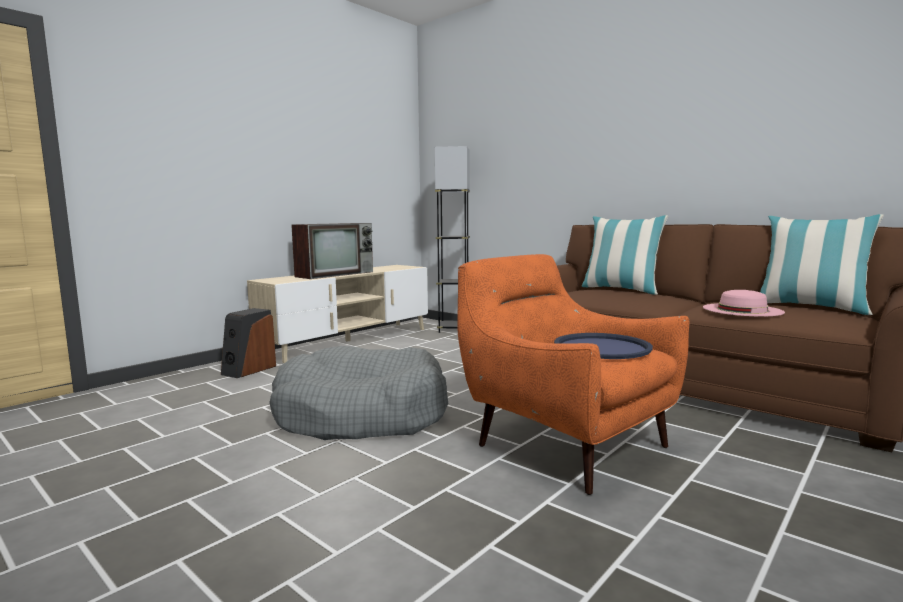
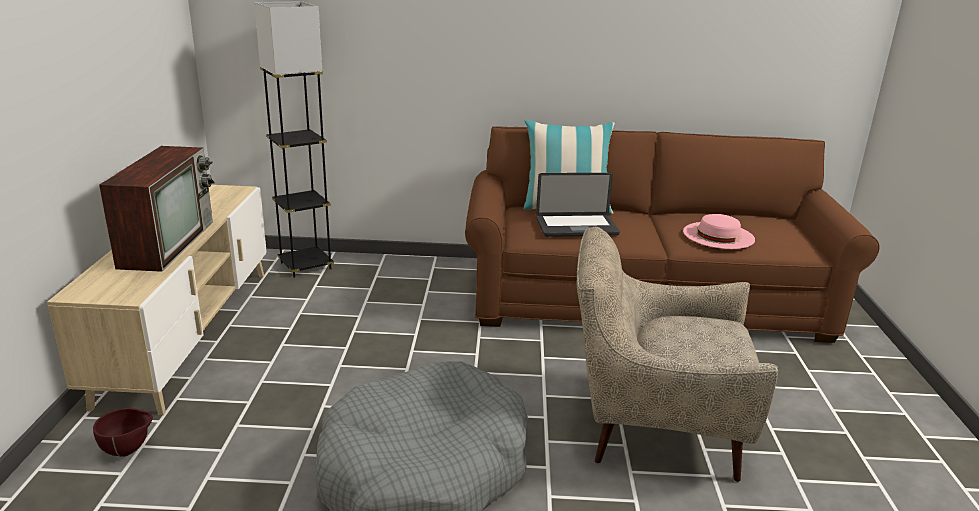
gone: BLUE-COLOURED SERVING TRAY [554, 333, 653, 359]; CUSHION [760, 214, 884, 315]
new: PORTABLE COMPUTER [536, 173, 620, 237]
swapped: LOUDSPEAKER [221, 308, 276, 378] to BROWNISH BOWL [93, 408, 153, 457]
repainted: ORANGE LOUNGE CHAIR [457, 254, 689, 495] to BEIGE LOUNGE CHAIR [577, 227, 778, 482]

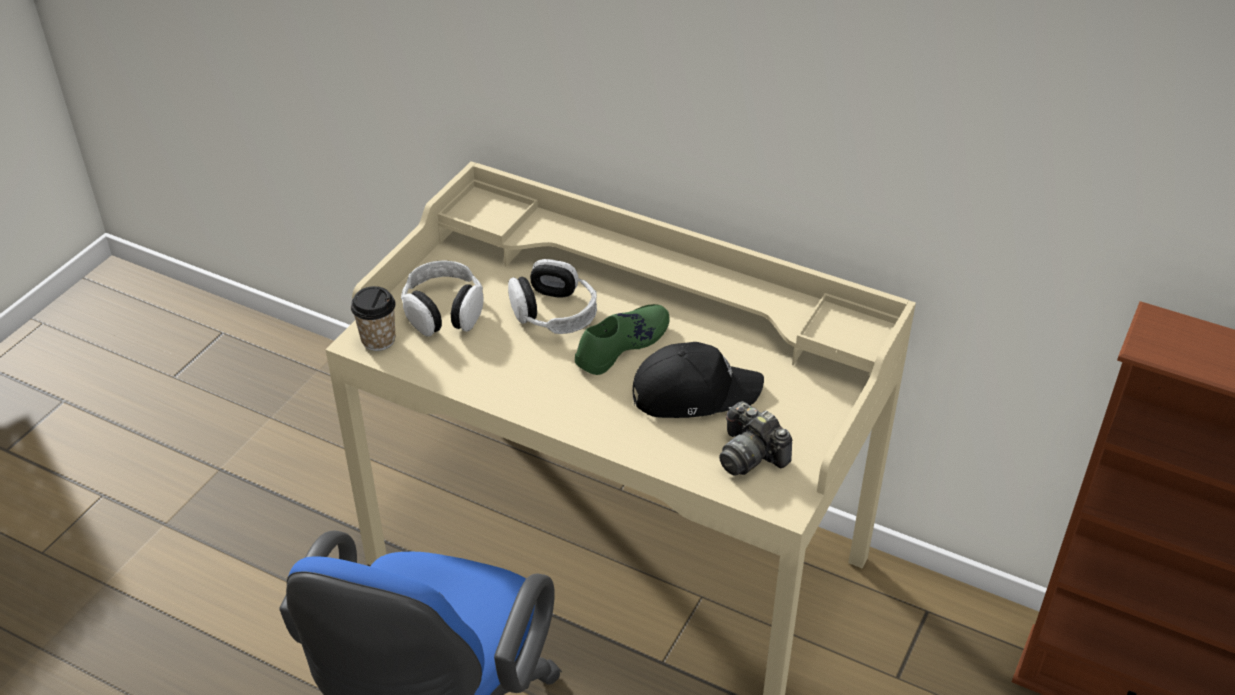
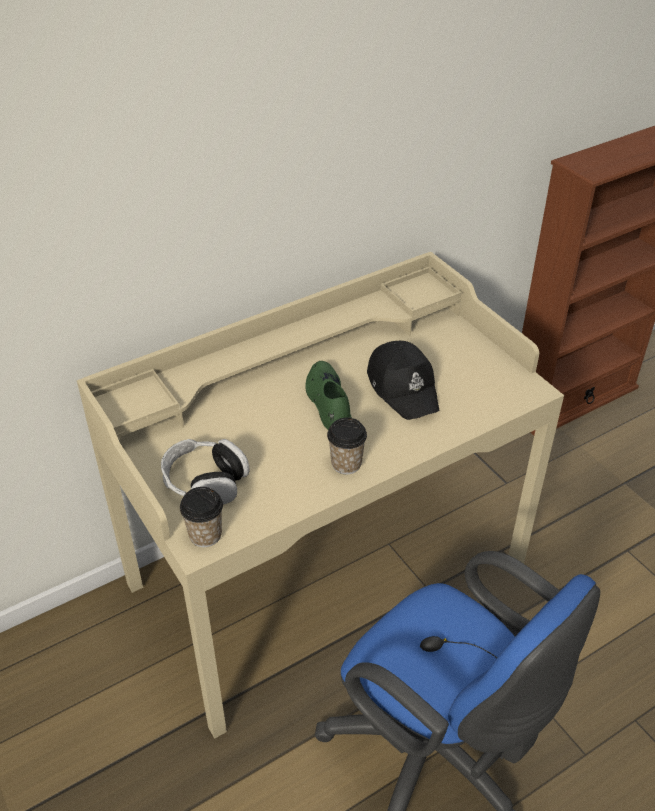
gone: HEADPHONES [508, 259, 597, 334]; STILL CAMERA [719, 401, 792, 476]
new: DRINKING CUP [327, 418, 367, 474]
rotated: BLACKISH CAP [633, 342, 764, 418] = [367, 341, 439, 420] 135 degrees clockwise

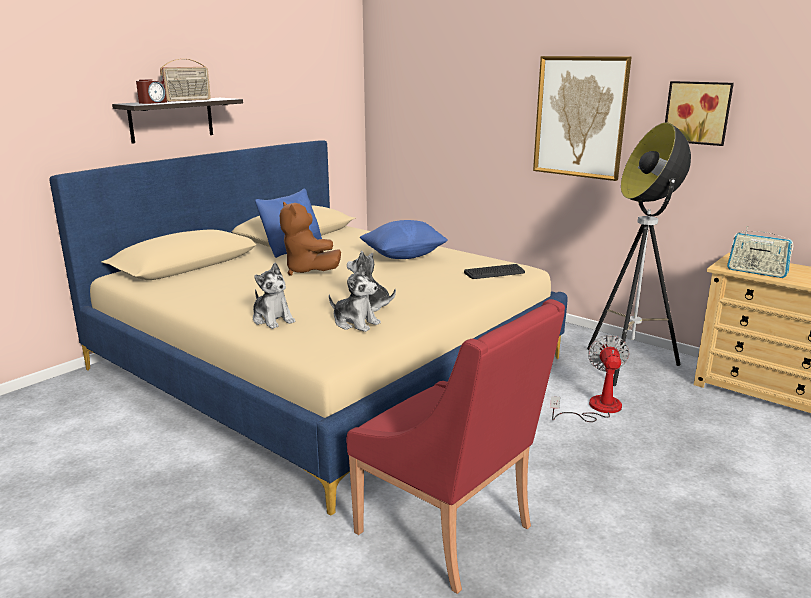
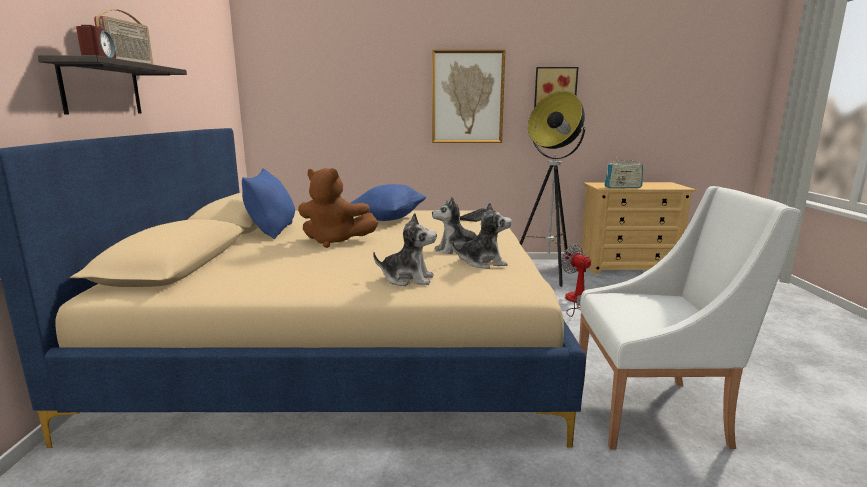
repainted: RED LOUNGE CHAIR [346, 299, 565, 594] to WHITE LOUNGE CHAIR [579, 186, 801, 450]

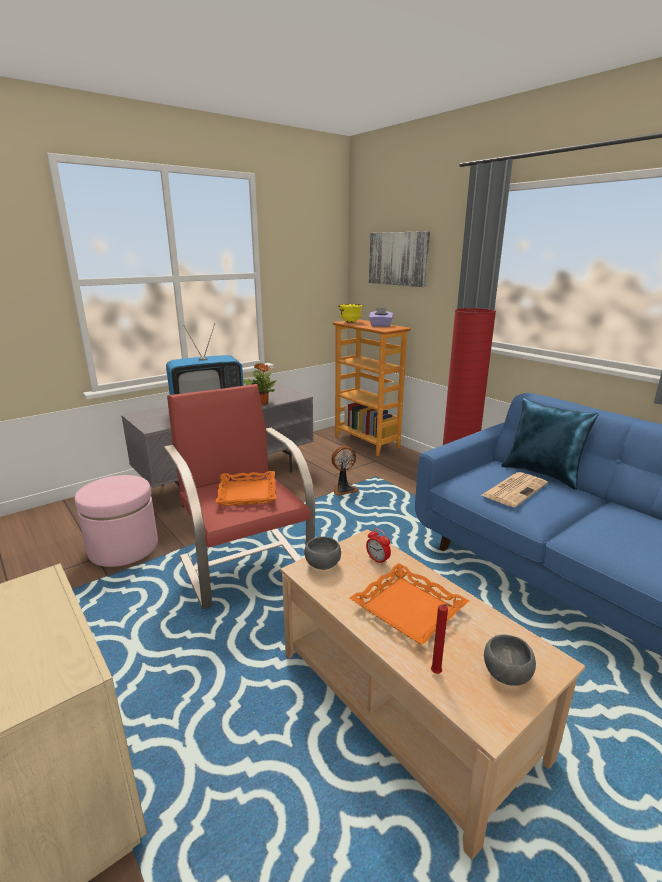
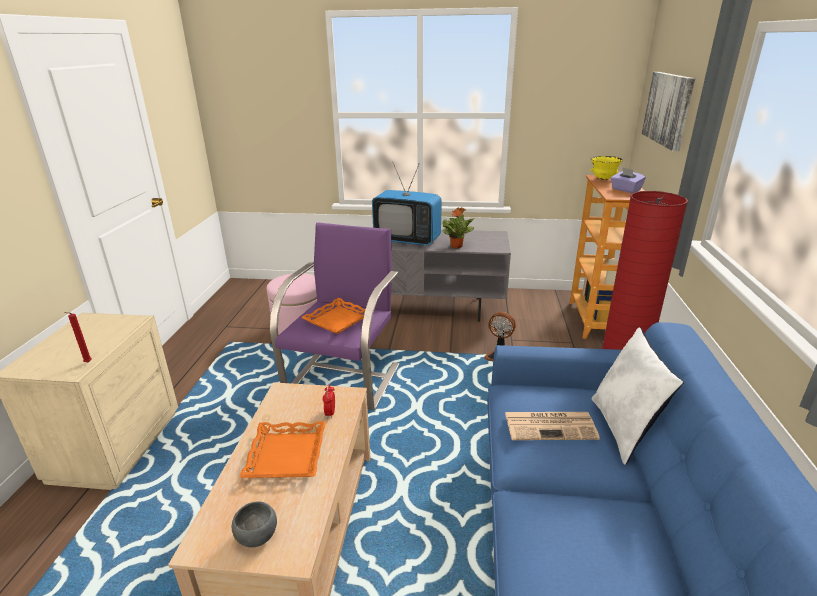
gone: GRAY BOWL [304, 537, 341, 570]
shifted: RED WAX CANDLE [431, 604, 451, 674] to [64, 312, 92, 363]
repainted: RED LOUNGE CHAIR [164, 384, 315, 609] to PURPLE LOUNGE CHAIR [270, 223, 399, 410]; BLUE-COLOURED CUSHION [501, 398, 599, 490] to WHITE CUSHION [592, 327, 684, 465]

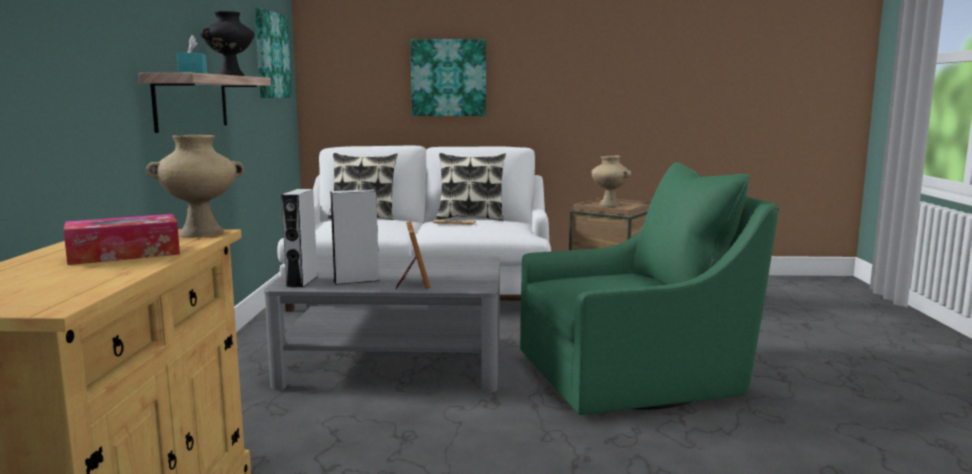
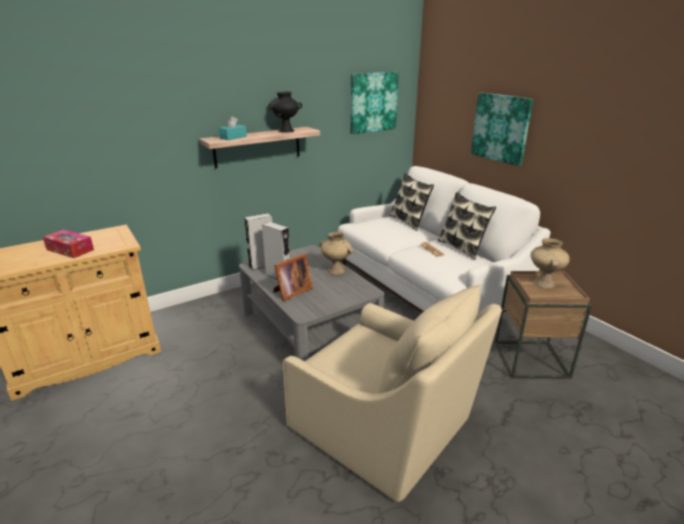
shifted: BEIGE FLOWER VASE [146, 135, 244, 238] to [319, 232, 353, 275]
repainted: GREEN LOUNGE CHAIR [520, 162, 779, 415] to BEIGE LOUNGE CHAIR [283, 285, 502, 502]

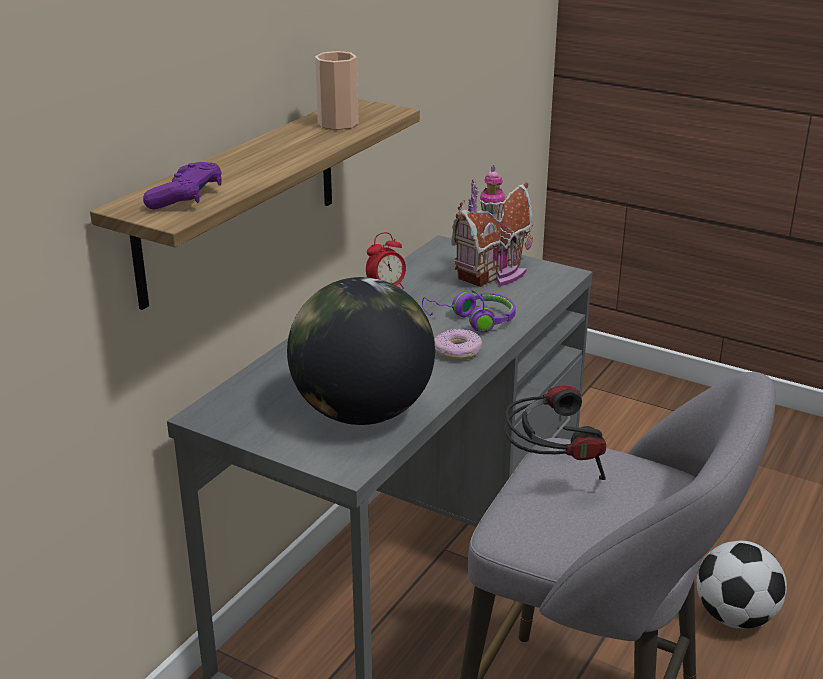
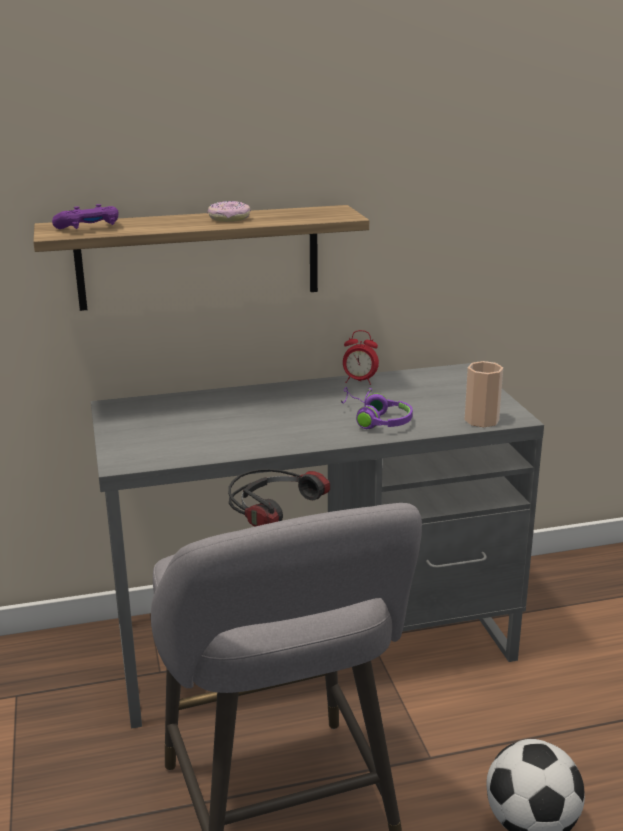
gone: GLOBE [287, 277, 435, 425]; TOY HOUSE [451, 164, 533, 287]
shifted: DRINKING CUP [315, 51, 359, 130] to [464, 361, 503, 427]; DONUT [434, 329, 482, 360] to [207, 201, 251, 222]

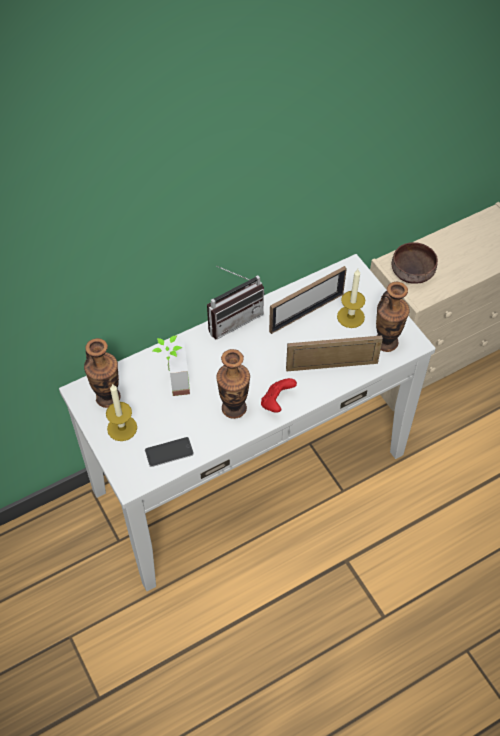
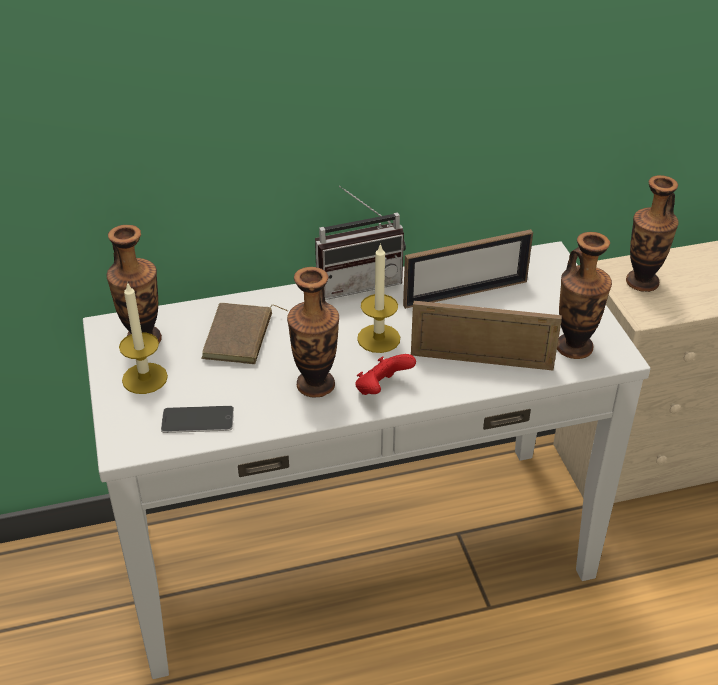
shifted: WAX CANDLE [337, 269, 365, 328] to [357, 243, 400, 353]
swapped: POTTED PLANT [152, 335, 190, 396] to BROWNISH BOUND BOOK [202, 303, 288, 364]; BROWNISH BOWL [392, 242, 438, 284] to FLOWER VASE [626, 175, 679, 292]

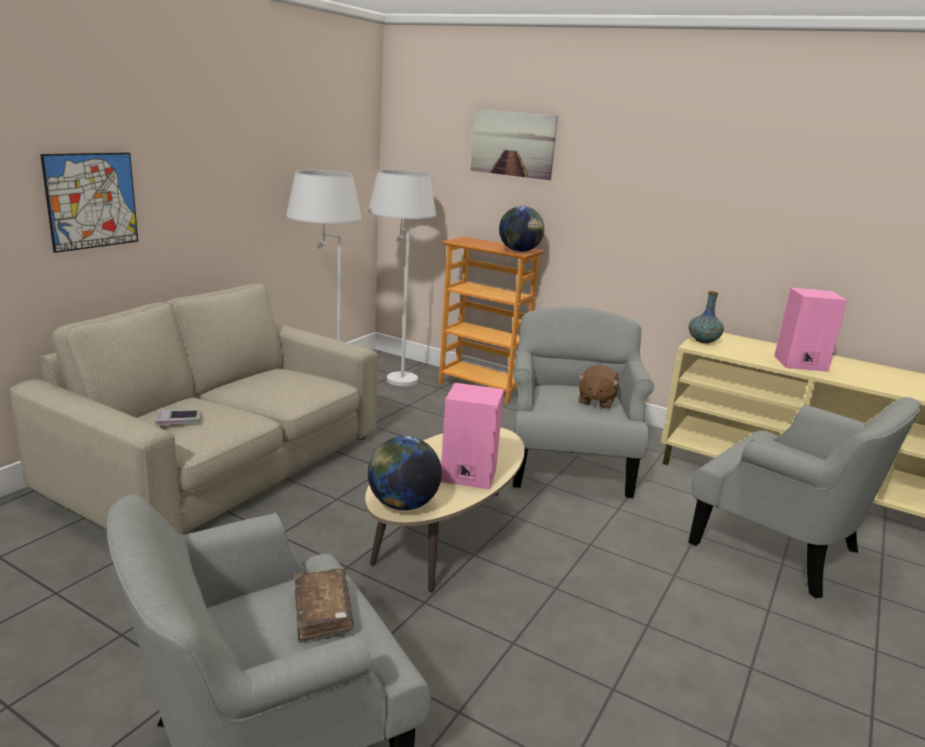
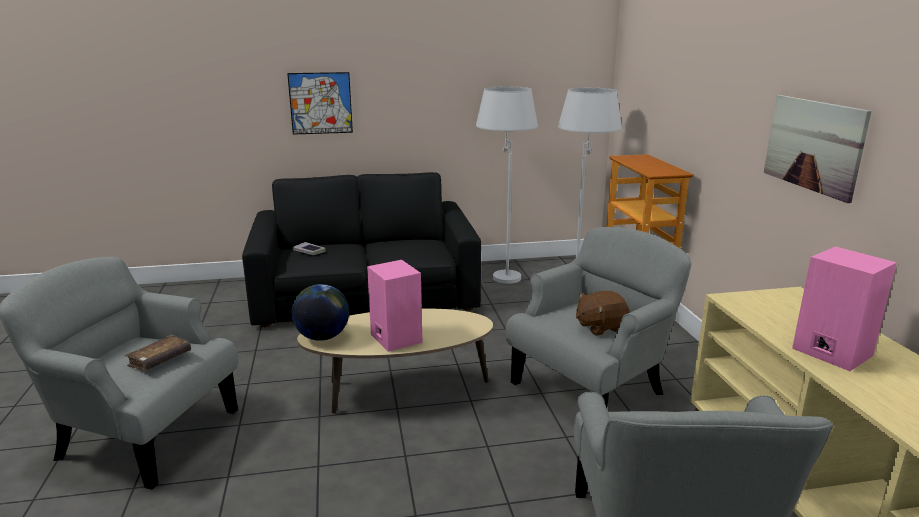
gone: GLOBE [499, 206, 544, 252]; FLOWER VASE [689, 291, 724, 344]
shifted: PICTURE [471, 109, 558, 180] to [764, 95, 871, 203]
repainted: BEIGE SETTEE [9, 284, 378, 534] to BLACKISH SETTEE [242, 172, 481, 327]

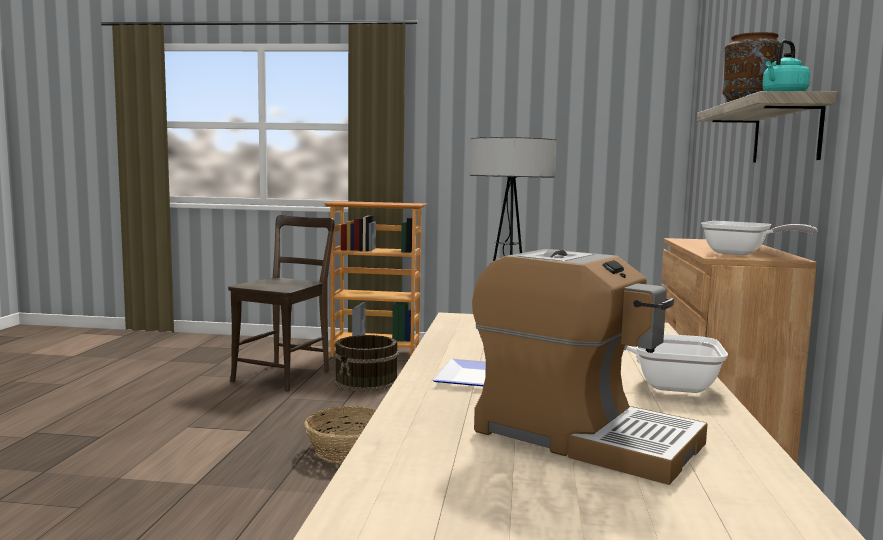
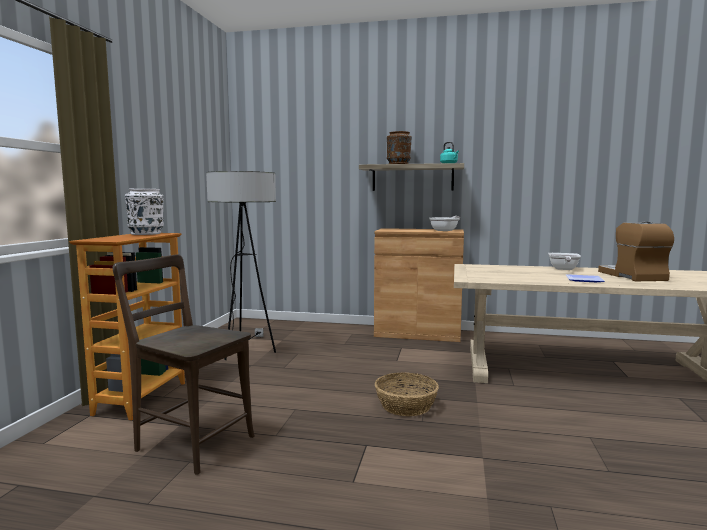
gone: BROWNISH WATER BUCKET [335, 335, 399, 391]
new: WHITE FLOWER VASE [125, 188, 164, 235]
rotated: COFFEE MAKER [472, 249, 707, 485] = [598, 222, 674, 281] 45 degrees counterclockwise

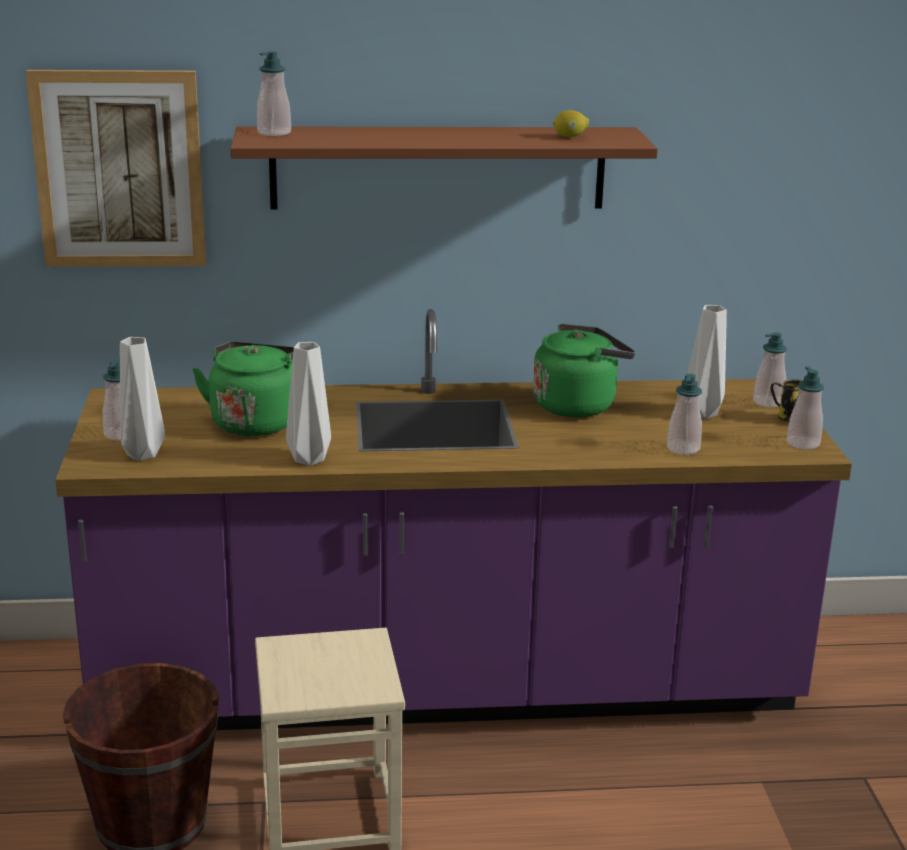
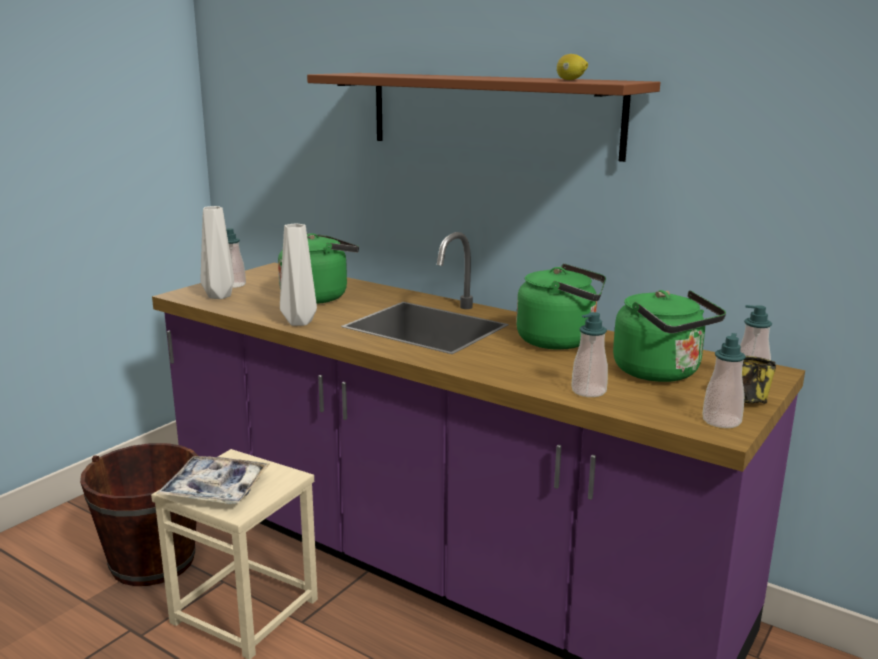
gone: PICTURE [26, 70, 206, 267]; SOAP DISPENSER [257, 51, 291, 136]
new: SERVING TRAY [156, 456, 270, 504]
swapped: GRAY FLOWER VASE [688, 305, 727, 419] to GREEN KETTLE [613, 290, 726, 382]

